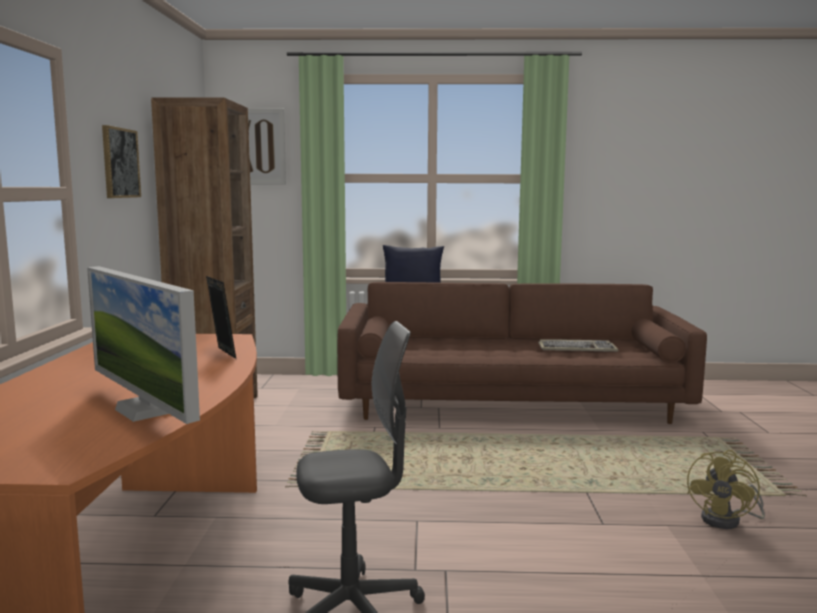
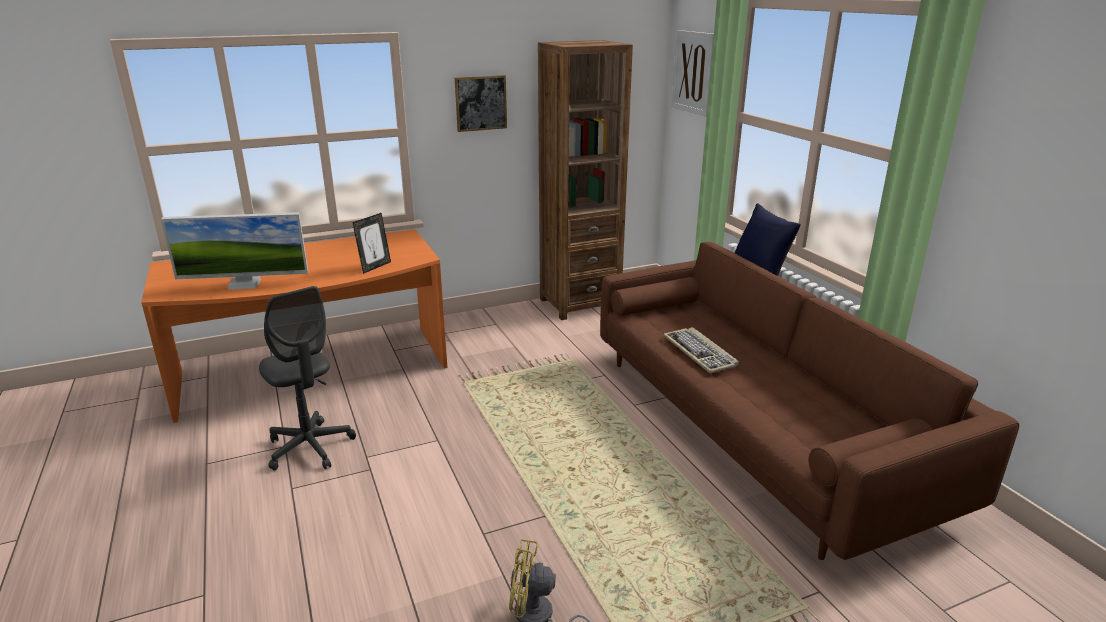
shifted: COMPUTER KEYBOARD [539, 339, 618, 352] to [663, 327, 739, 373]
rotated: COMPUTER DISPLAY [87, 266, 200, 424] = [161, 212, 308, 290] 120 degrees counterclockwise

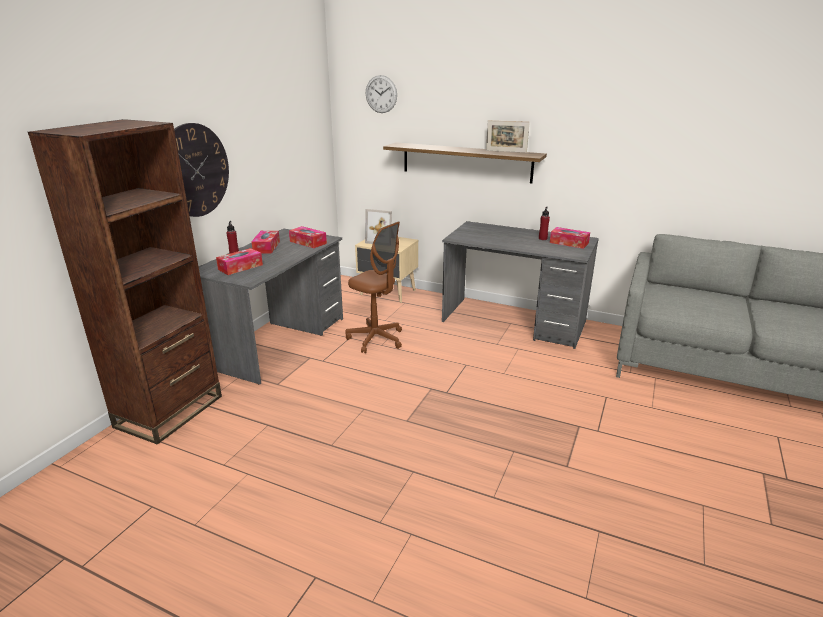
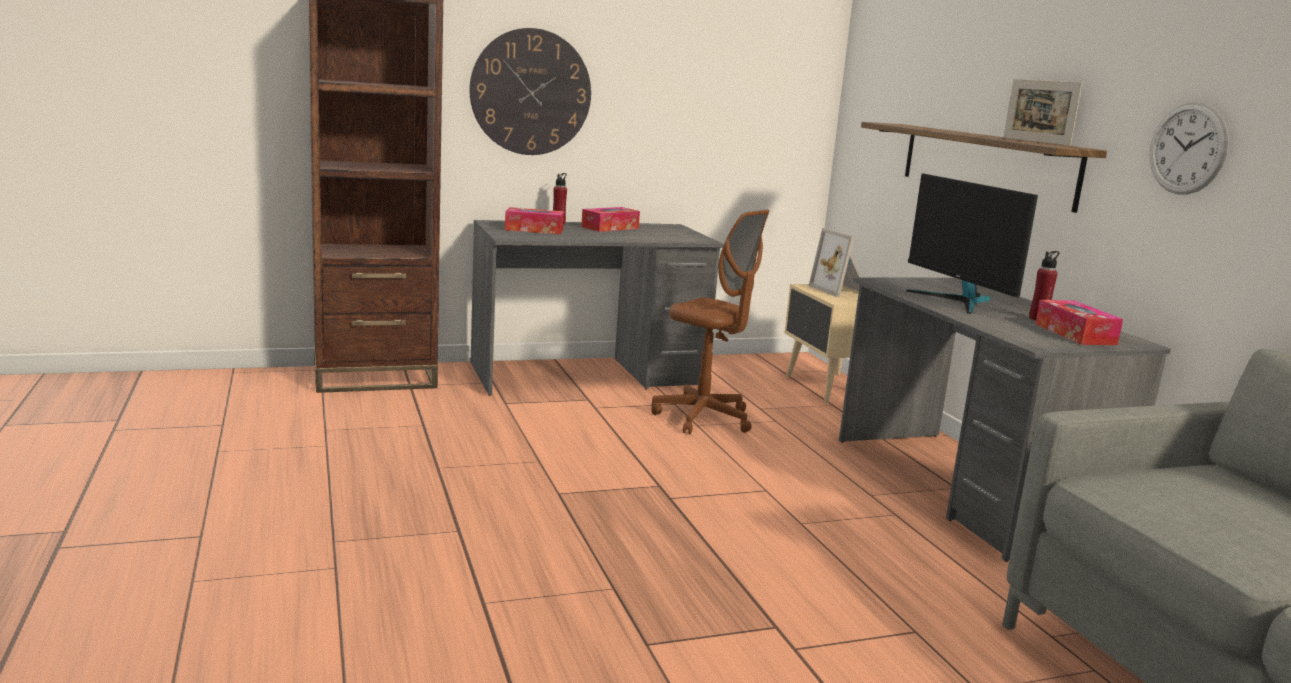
gone: TISSUE HOLDER [289, 226, 327, 248]
new: COMPUTER DISPLAY [906, 173, 1038, 314]
shifted: HANGING CLOCK [366, 75, 397, 113] to [1150, 102, 1229, 194]
rotated: BROWNISH OFFICE CHAIR [346, 222, 402, 353] = [651, 210, 770, 434] 45 degrees counterclockwise

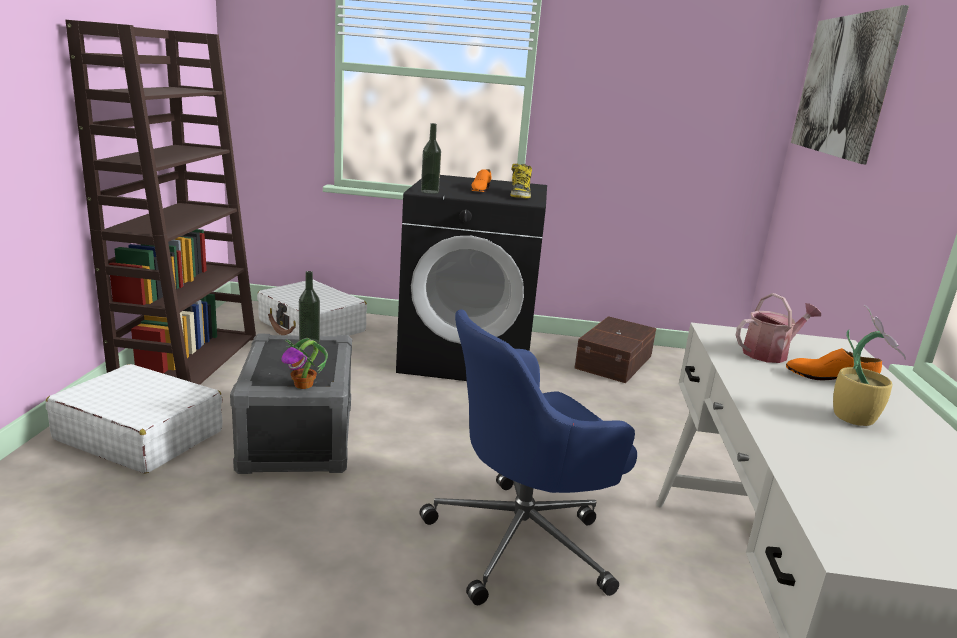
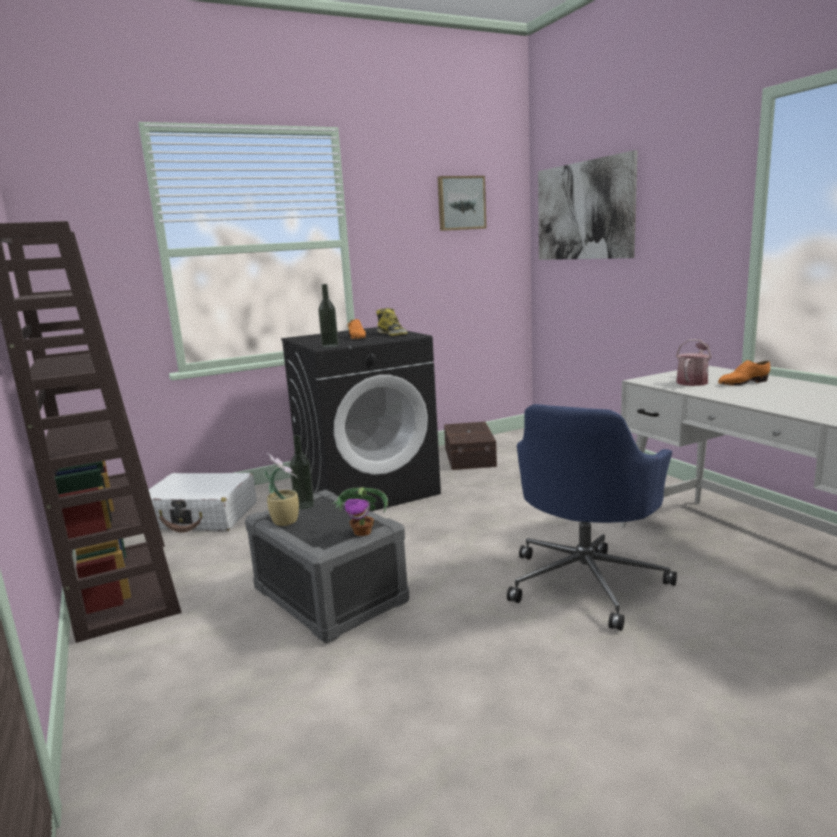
gone: WHITE TRAVEL CASE [46, 364, 223, 474]
new: PICTURE [438, 176, 486, 231]
shifted: POTTED PLANT [833, 305, 906, 426] to [264, 453, 299, 526]

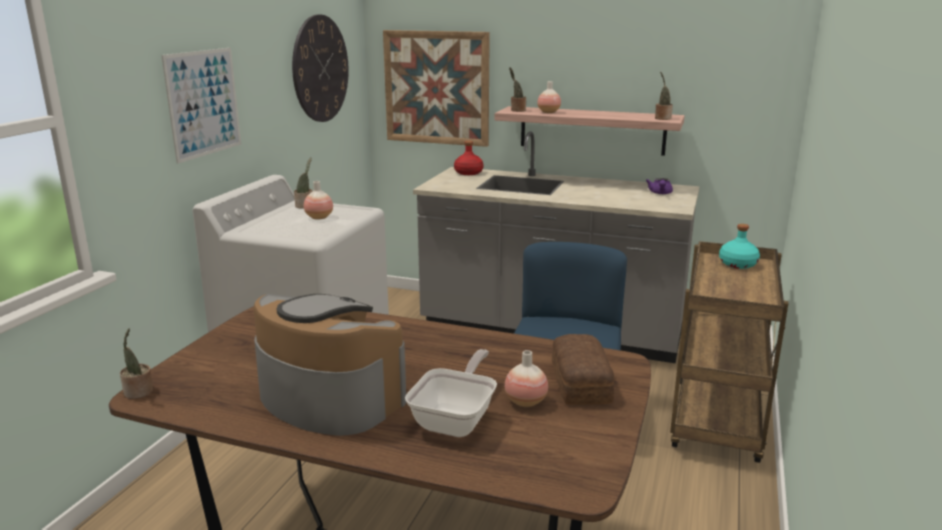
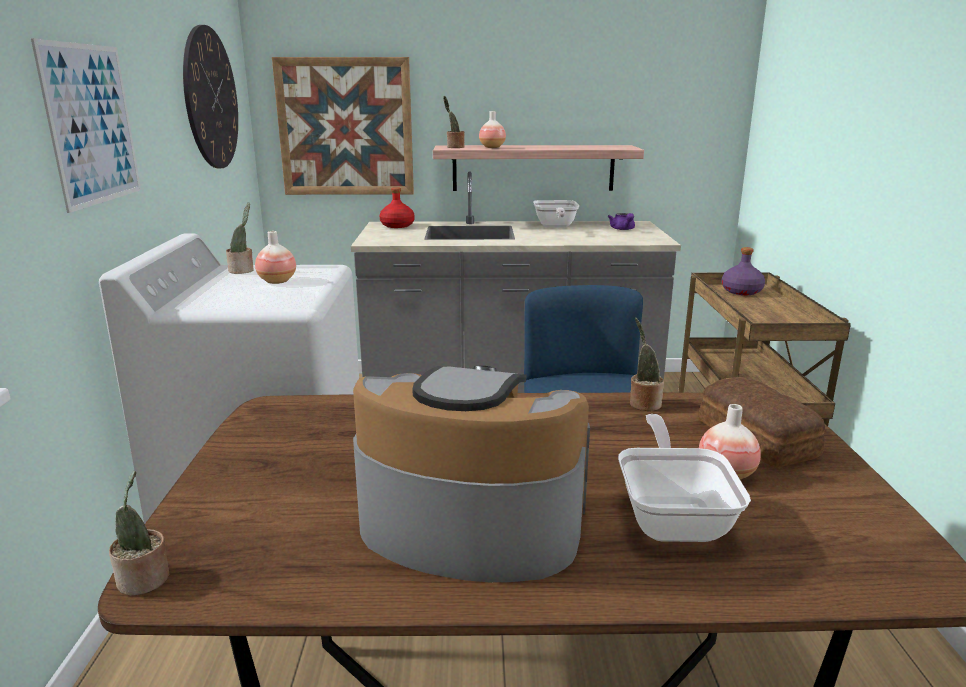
new: PAN [533, 200, 579, 228]
shifted: POTTED PLANT [655, 72, 673, 120] to [630, 318, 664, 411]
repainted: TURQUOISE DRINK BOTTLE [719, 224, 760, 269] to PURPLE DRINK BOTTLE [721, 247, 765, 295]

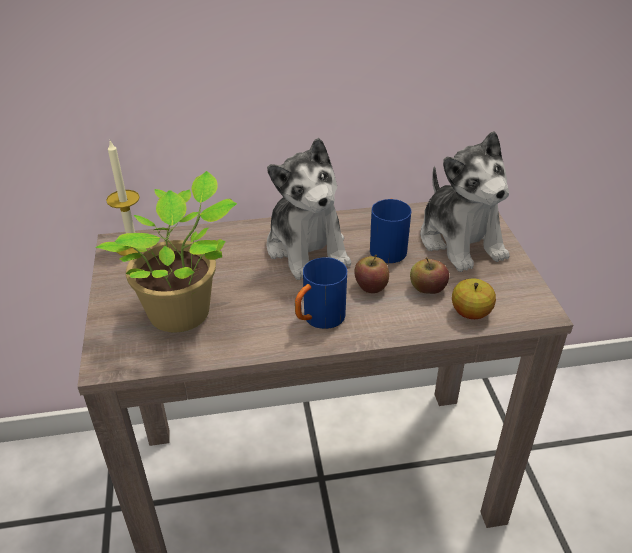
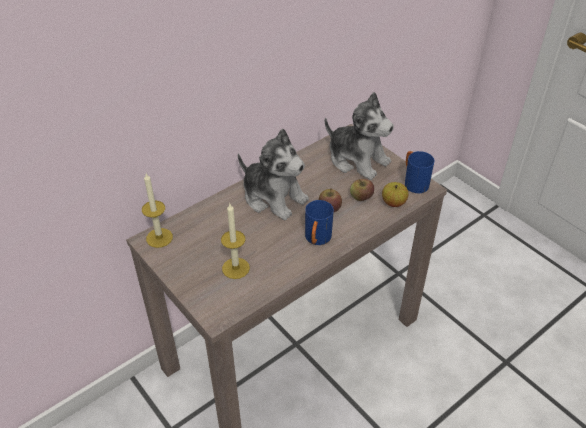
shifted: BLUE-COLOURED COFFEE MUG [370, 199, 411, 263] to [405, 151, 434, 193]
swapped: POTTED PLANT [95, 171, 237, 333] to WAX CANDLE [221, 204, 250, 279]

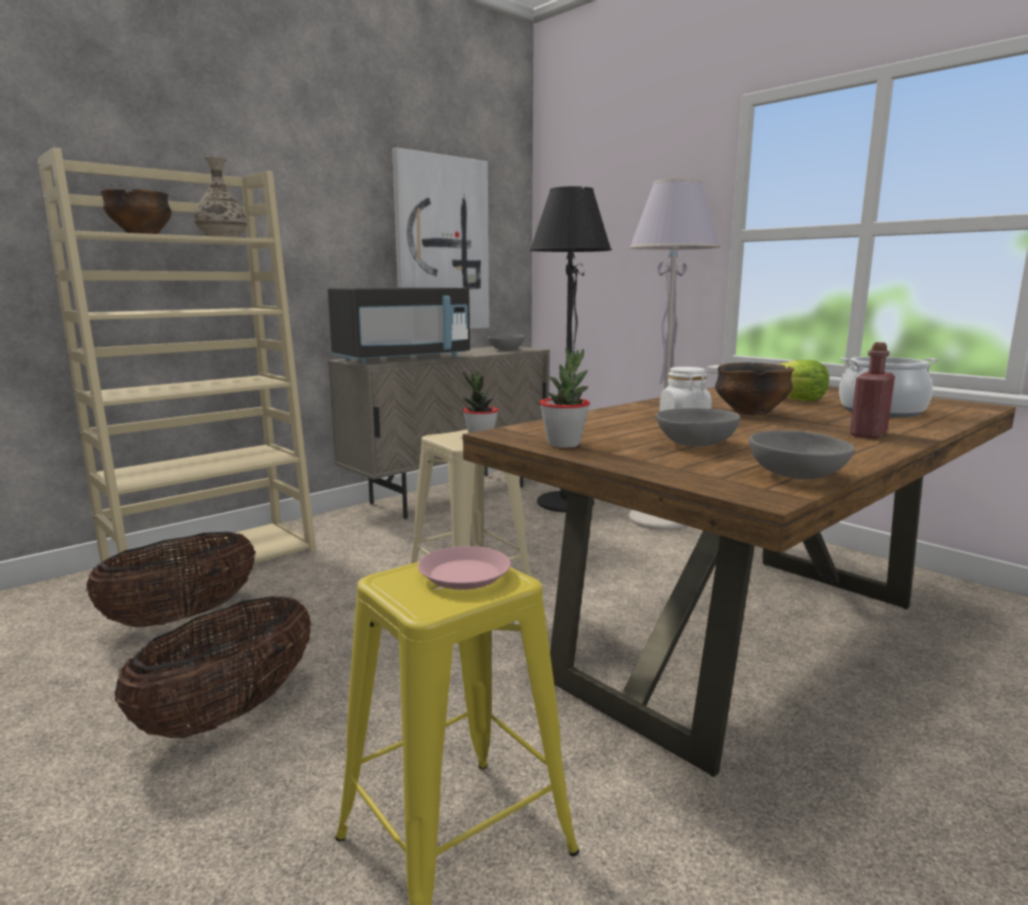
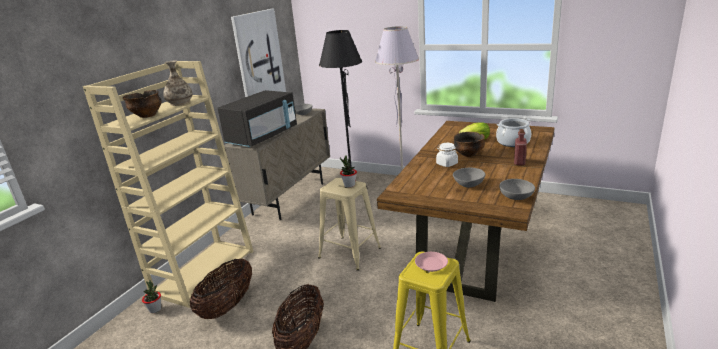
shifted: POTTED PLANT [539, 347, 590, 448] to [142, 280, 161, 313]

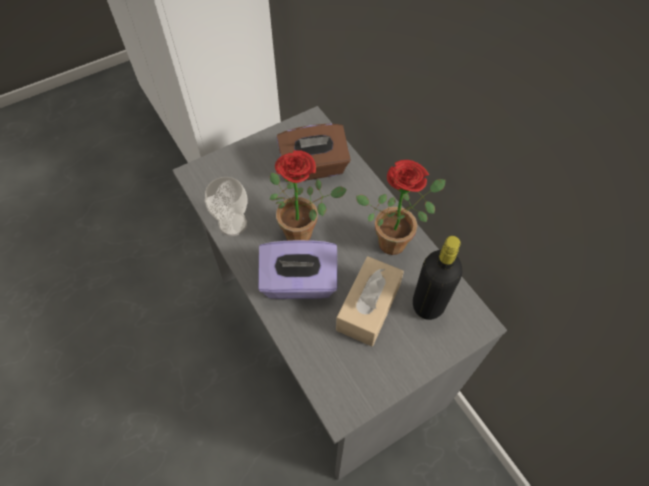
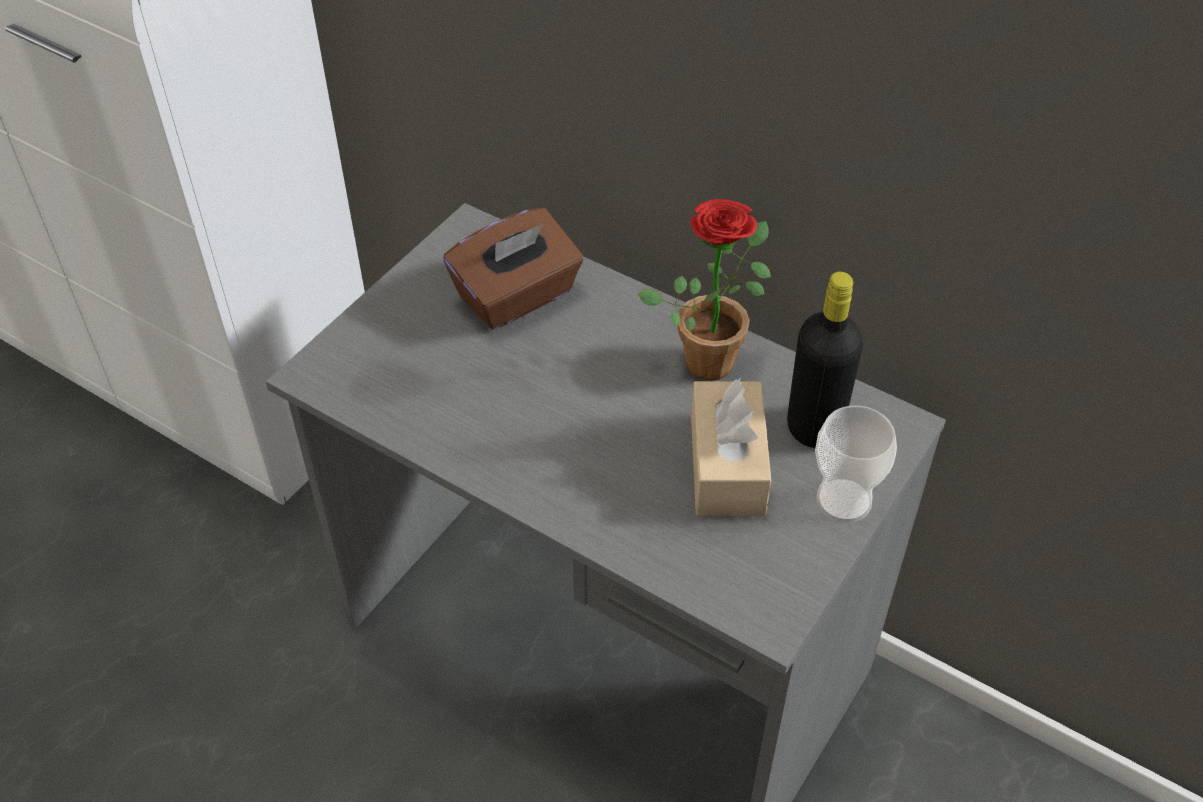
gone: PURPLE TISSUE HOLDER [258, 240, 337, 299]; POTTED PLANT [270, 150, 347, 241]
shifted: DRINKING CUP [205, 177, 248, 236] to [815, 405, 897, 523]

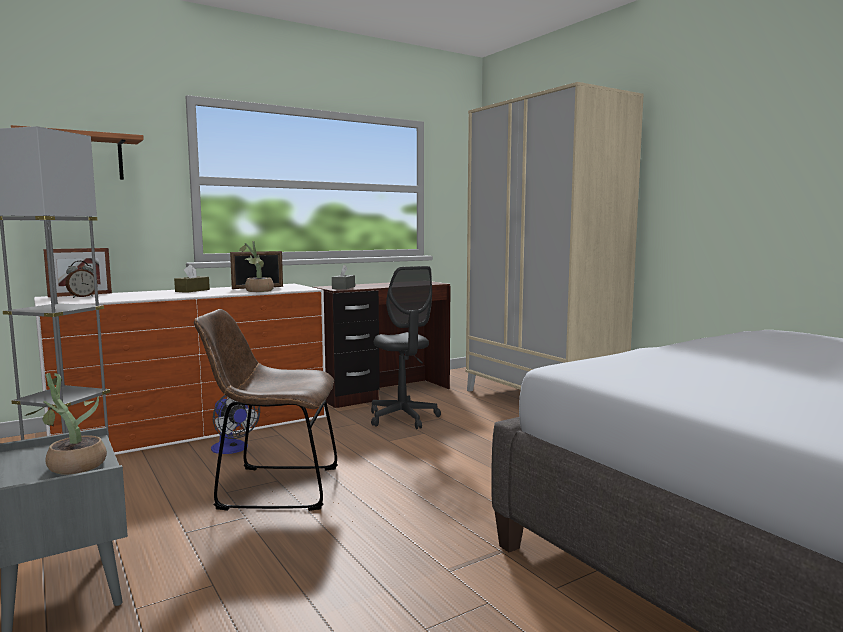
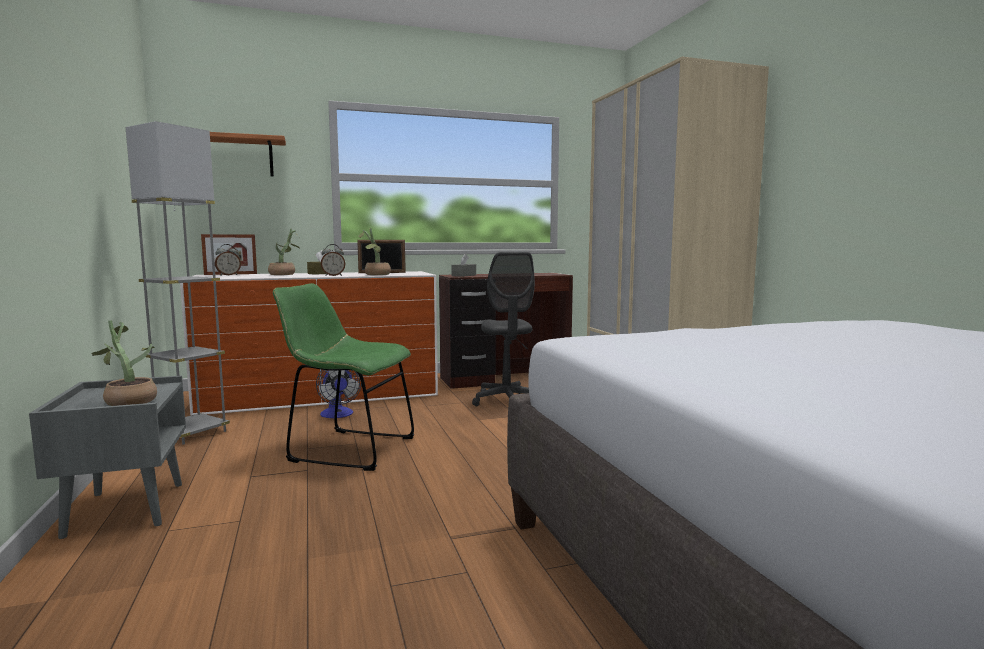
new: POTTED PLANT [268, 229, 300, 275]; TABLE CLOCK [321, 244, 346, 276]
repainted: BROWNISH CHAIR [194, 309, 338, 511] to GREEN CHAIR [273, 283, 414, 471]

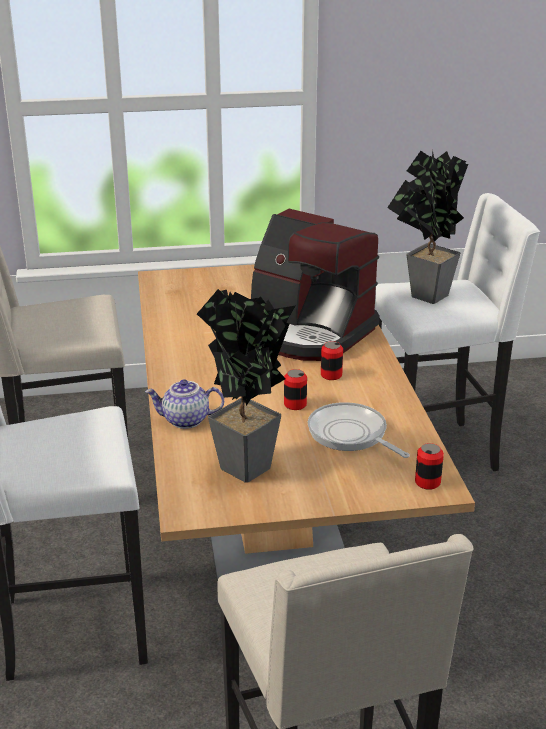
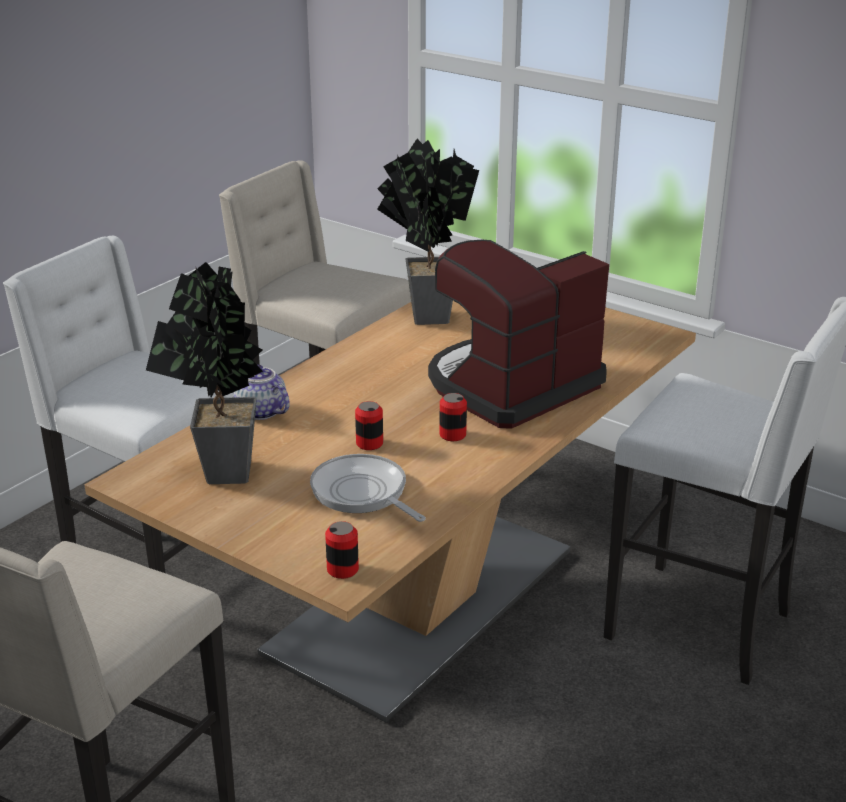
shifted: POTTED PLANT [387, 150, 468, 304] to [377, 139, 479, 325]
rotated: COFFEE MAKER [251, 209, 380, 361] = [428, 239, 609, 429] 60 degrees clockwise; PAN [308, 402, 410, 458] = [310, 454, 426, 522] 45 degrees counterclockwise

